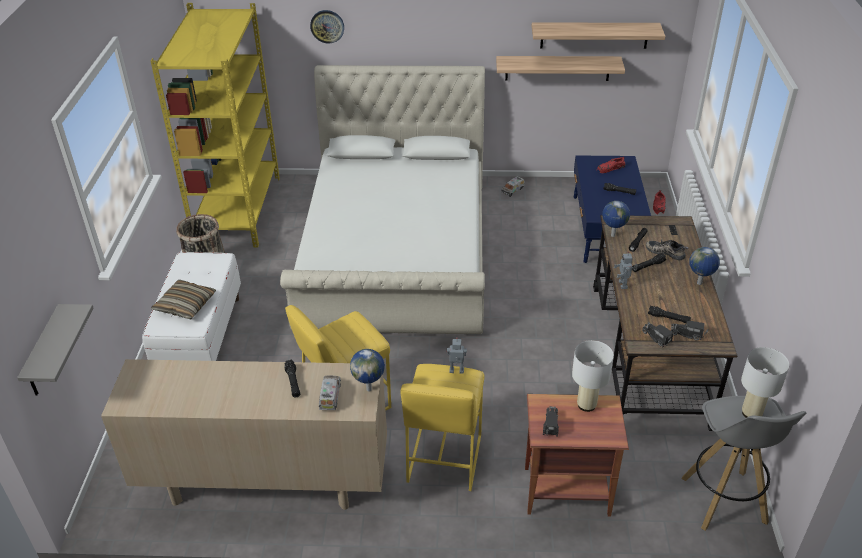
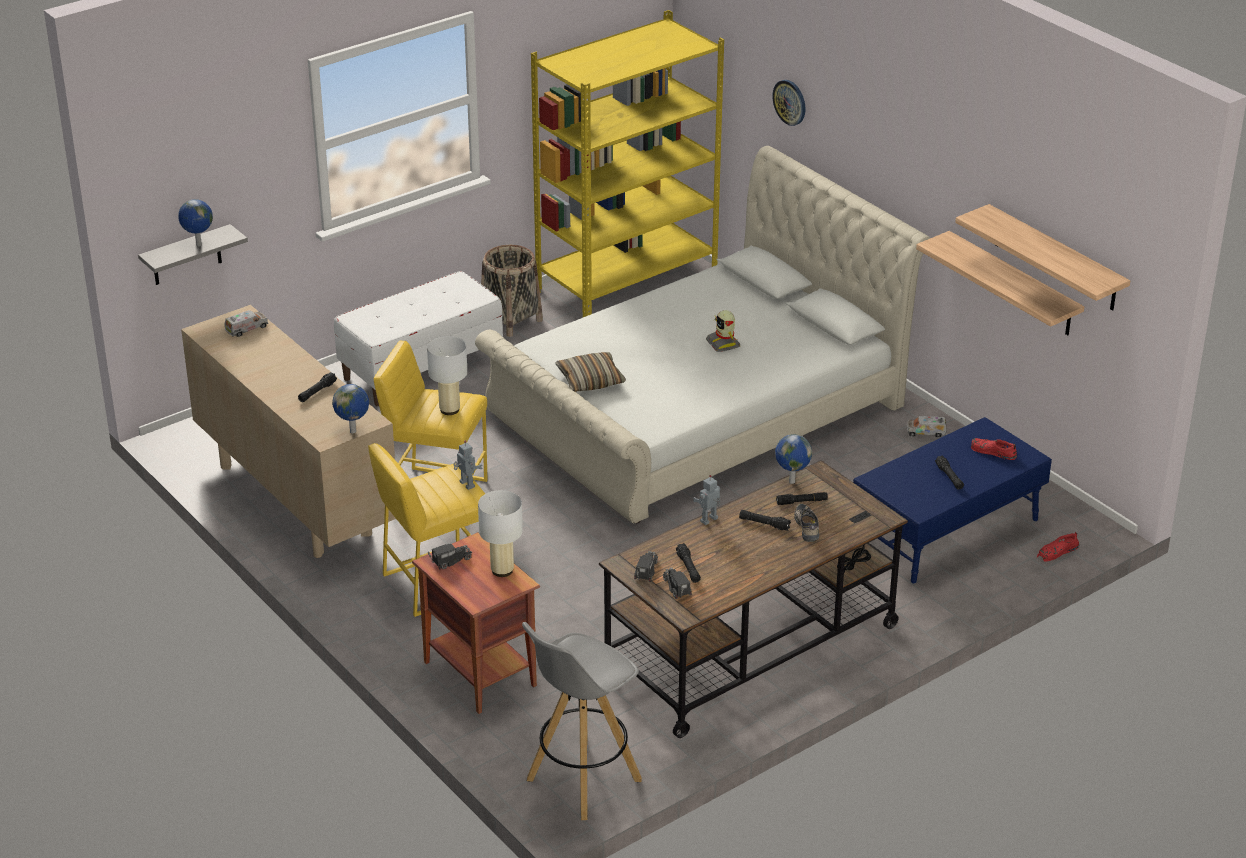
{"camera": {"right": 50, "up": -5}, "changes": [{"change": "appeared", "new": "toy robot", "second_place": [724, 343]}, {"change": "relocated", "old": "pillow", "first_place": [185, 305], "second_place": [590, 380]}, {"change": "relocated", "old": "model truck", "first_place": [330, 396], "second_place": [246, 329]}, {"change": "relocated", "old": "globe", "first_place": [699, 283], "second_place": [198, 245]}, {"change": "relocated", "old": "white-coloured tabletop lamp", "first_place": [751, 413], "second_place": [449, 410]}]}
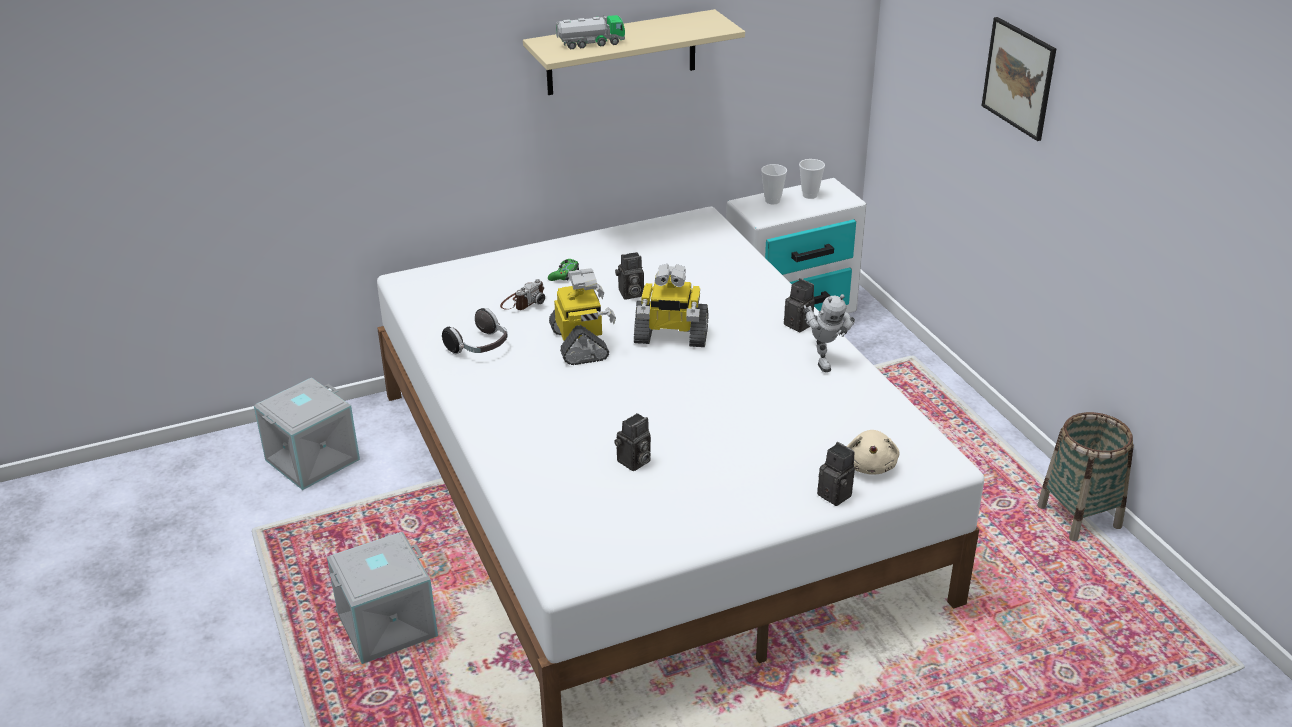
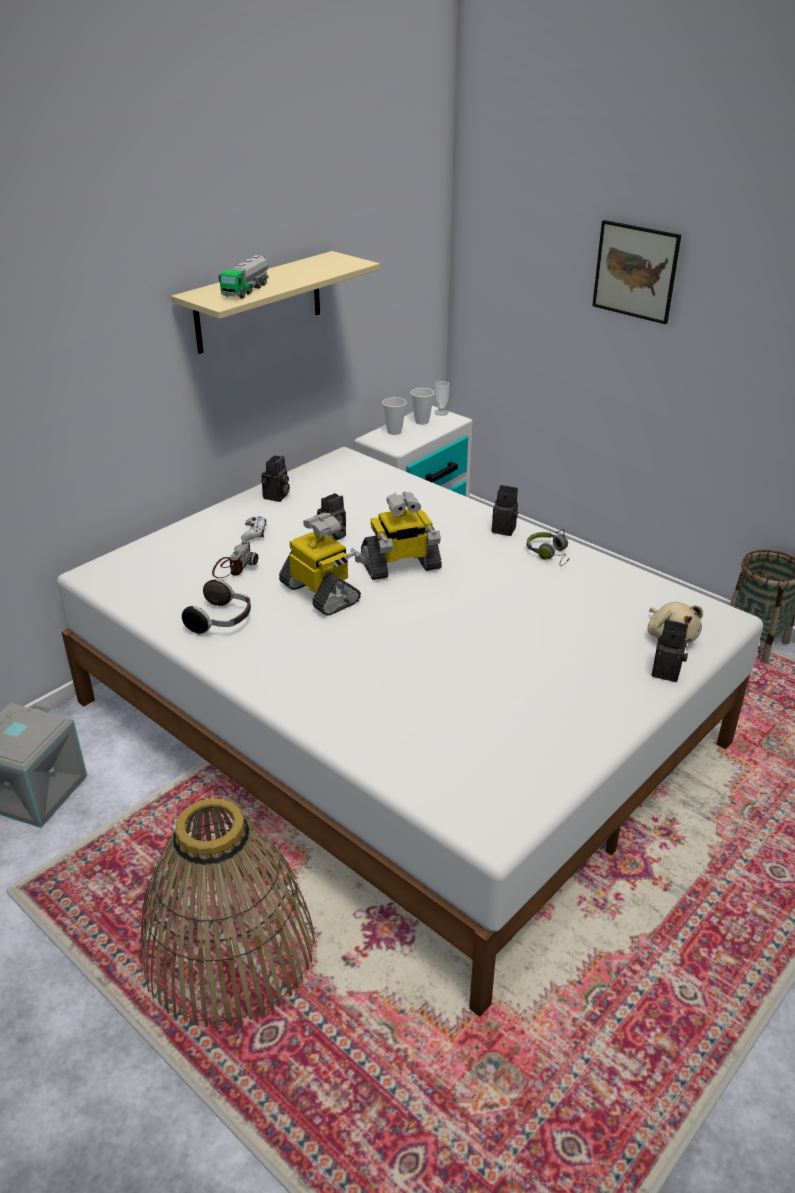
{"camera": {"right": -25, "up": 0}, "changes": [{"change": "appeared", "new": "small cup", "second_place": [441, 412]}, {"change": "relocated", "old": "photo camera", "first_place": [634, 462], "second_place": [276, 497]}, {"change": "exchanged", "old": "grey storage container", "new": "household basket", "first_place": [387, 627], "second_place": [229, 949]}, {"change": "exchanged", "old": "toy robot", "new": "grey headset", "first_place": [823, 359], "second_place": [550, 554]}, {"change": "colour", "old": "green game controller", "new": "white-coloured game controller", "first_place": [564, 274], "second_place": [254, 533]}, {"change": "spun", "old": "model truck", "first_place": [591, 44], "second_place": [246, 290], "degrees": 150}]}
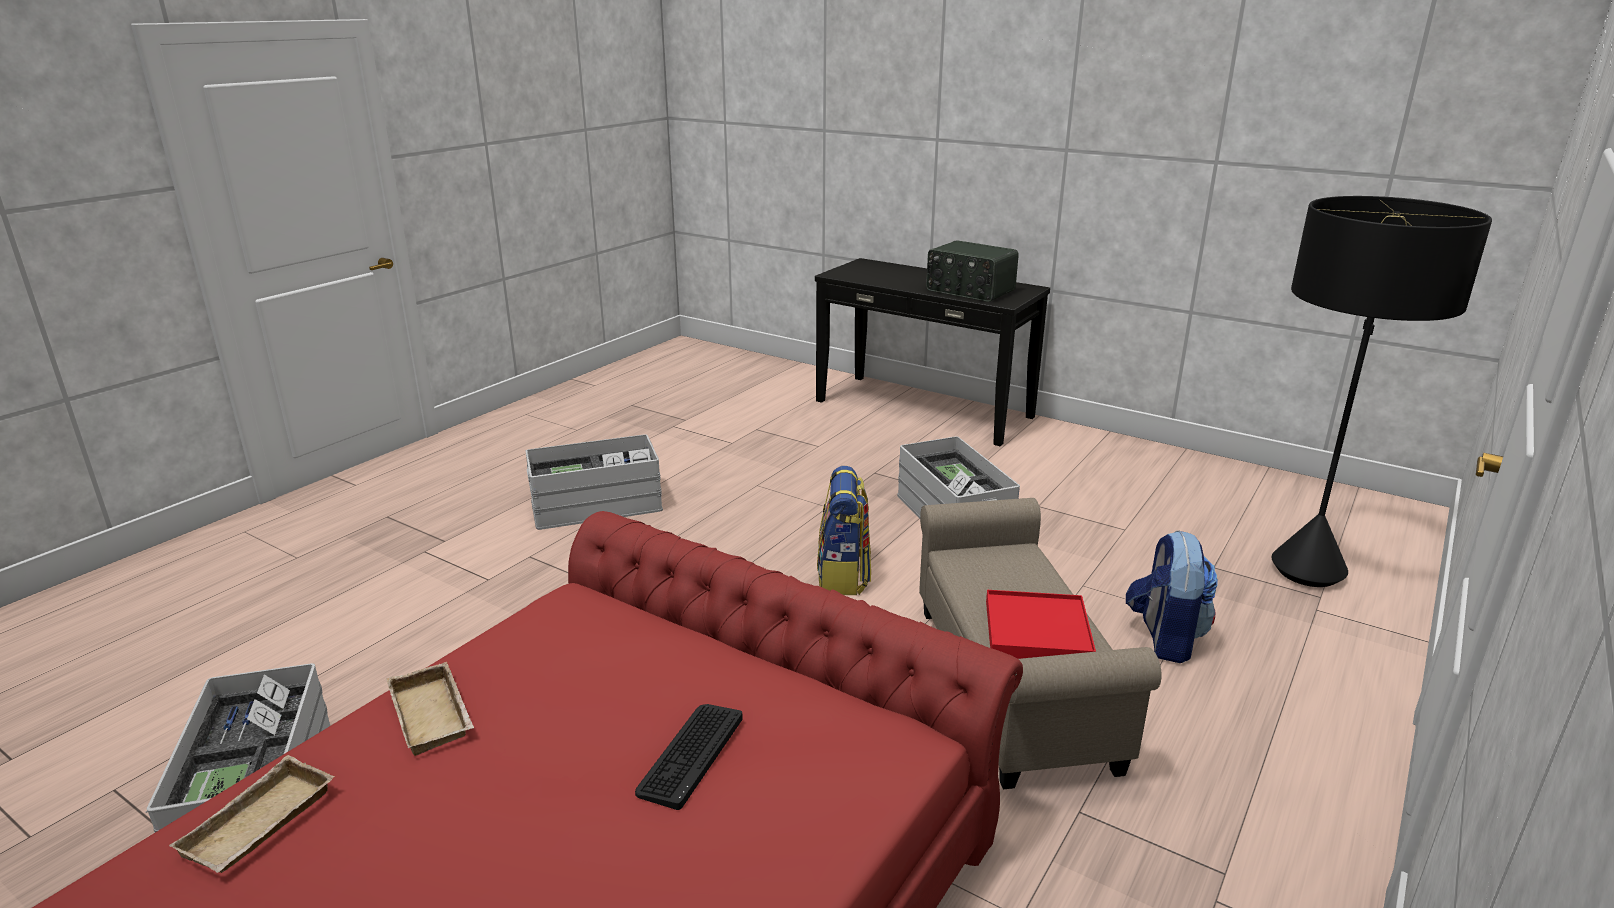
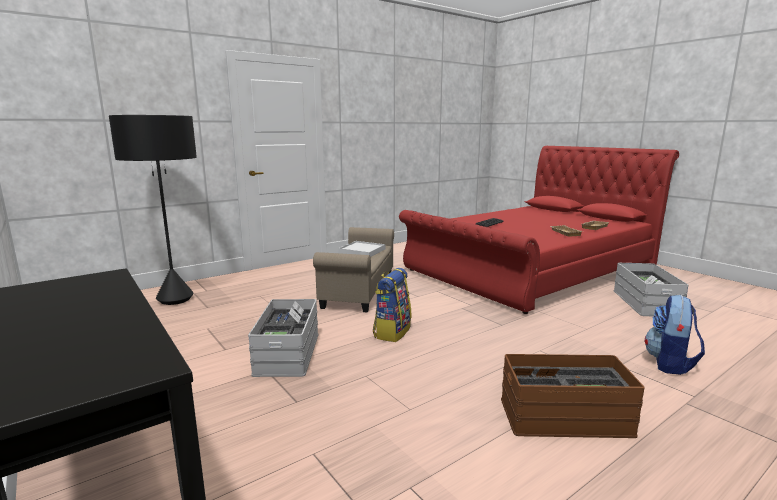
{"camera": {"right": -160, "up": -10}, "changes": [{"change": "missing", "old": "radio", "first_place": [969, 291]}, {"change": "relocated", "old": "backpack", "first_place": [1164, 638], "second_place": [670, 364]}, {"change": "colour", "old": "grey storage container", "new": "brown-coloured storage container", "first_place": [596, 504], "second_place": [564, 417]}, {"change": "colour", "old": "red-coloured serving tray", "new": "white-coloured serving tray", "first_place": [1037, 631], "second_place": [362, 251]}]}
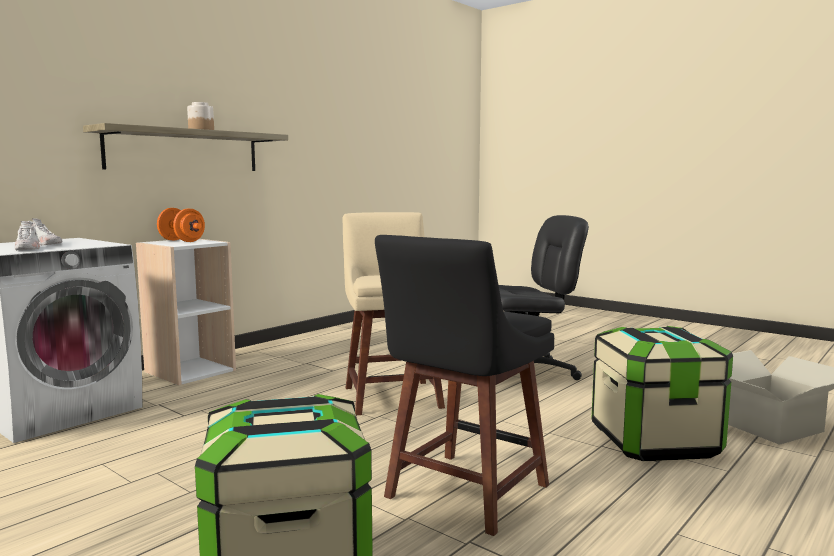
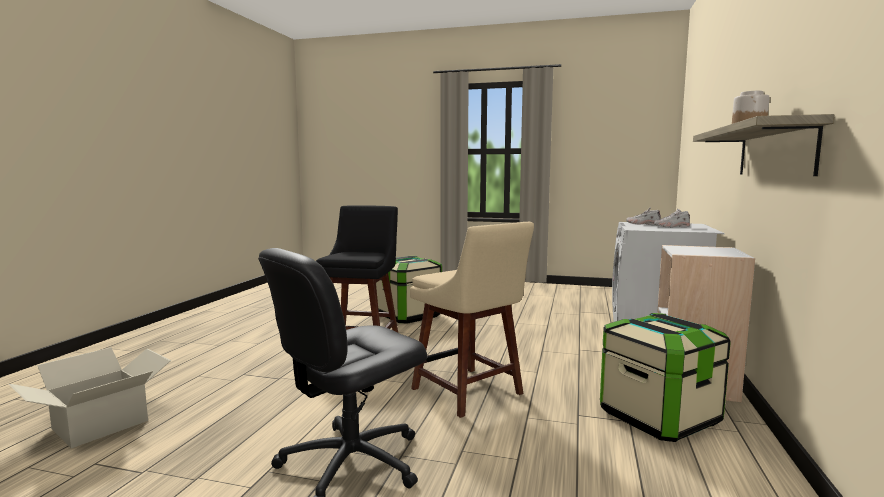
{"camera": {"right": 155, "up": 0}, "changes": [{"change": "missing", "old": "orange free weight", "first_place": [181, 241]}, {"change": "relocated", "old": "storage container", "first_place": [654, 441], "second_place": [658, 417]}]}
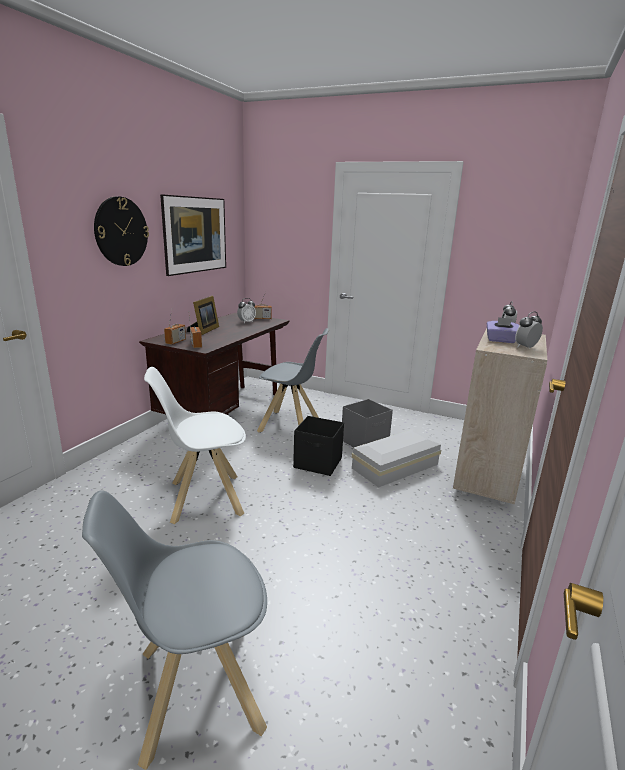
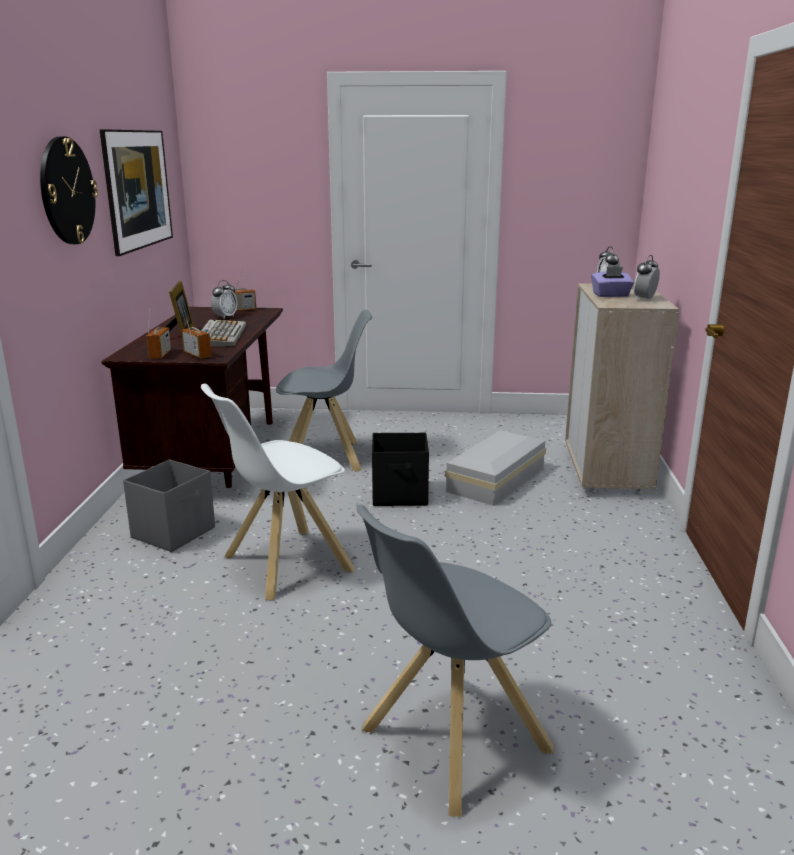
{"camera": {"right": -20, "up": 0}, "changes": [{"change": "appeared", "new": "keyboard", "second_place": [220, 335]}, {"change": "relocated", "old": "grey storage container", "first_place": [365, 442], "second_place": [175, 532]}]}
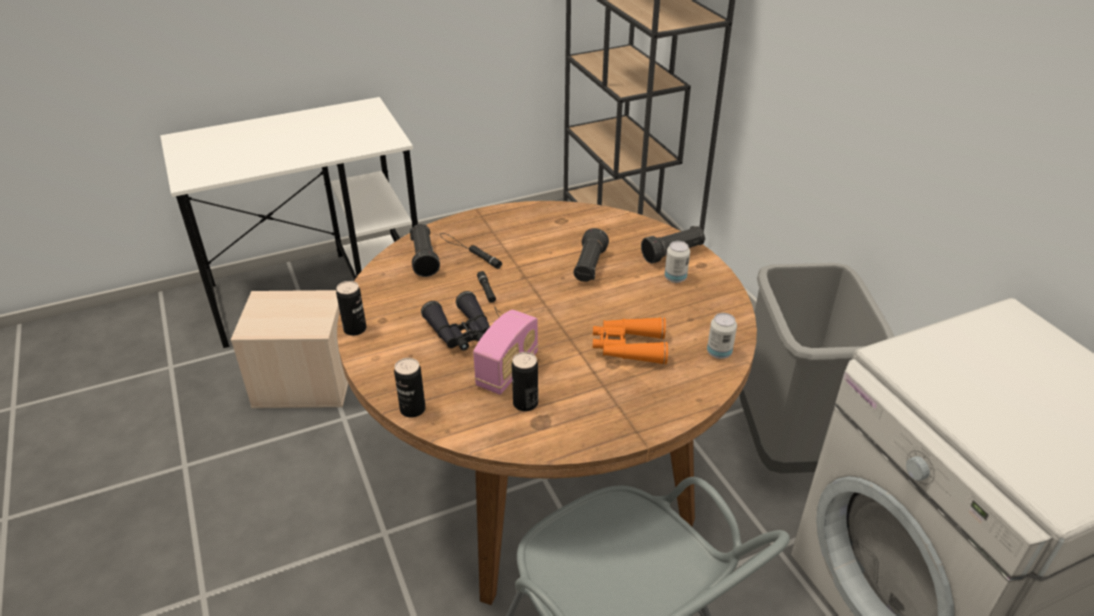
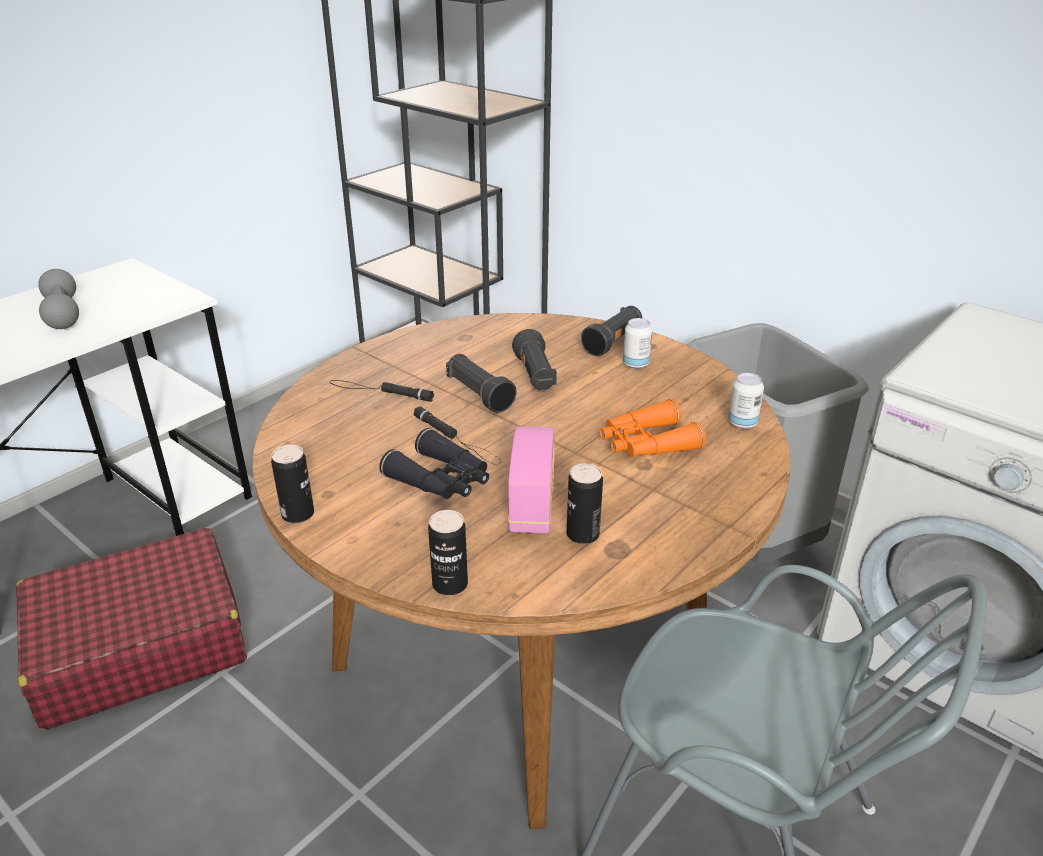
{"camera": {"right": -25, "up": -5}, "changes": [{"change": "appeared", "new": "grey free weight", "second_place": [63, 313]}, {"change": "relocated", "old": "blackish torch", "first_place": [424, 259], "second_place": [479, 395]}, {"change": "exchanged", "old": "sand-coloured storage container", "new": "red-coloured piece of luggage", "first_place": [303, 382], "second_place": [139, 646]}]}
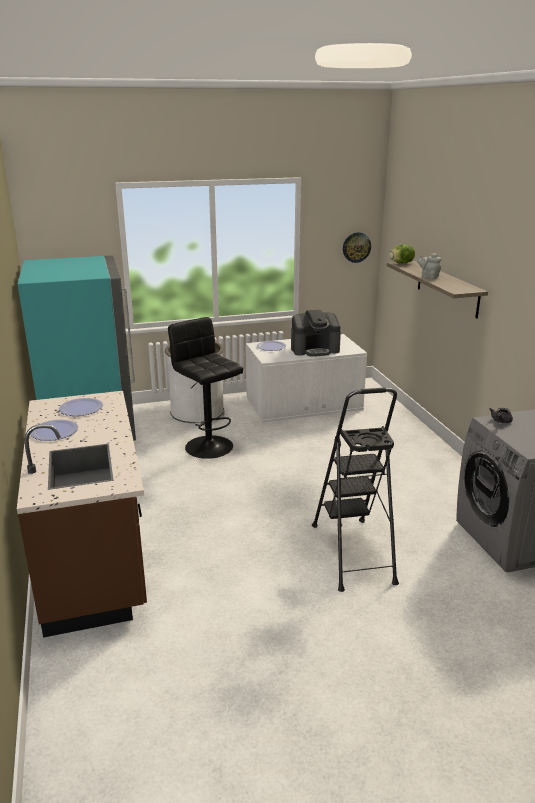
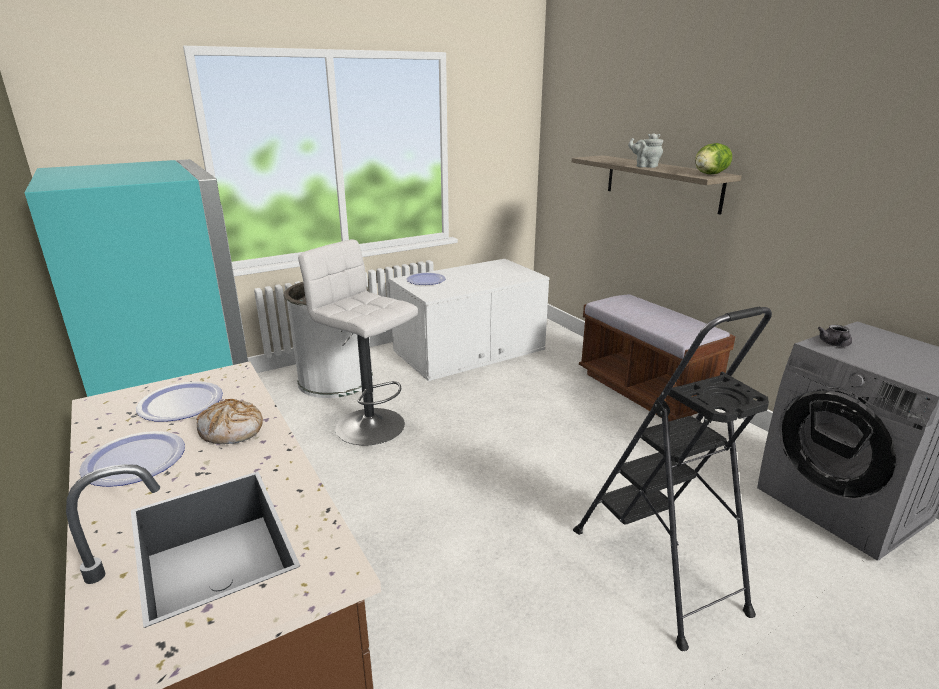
{"camera": {"right": -15, "up": 0}, "changes": [{"change": "missing", "old": "coffee brewer", "first_place": [315, 349]}, {"change": "missing", "old": "hanging clock", "first_place": [356, 247]}, {"change": "appeared", "new": "bread", "second_place": [232, 430]}, {"change": "appeared", "new": "brown-coloured bench", "second_place": [644, 390]}, {"change": "relocated", "old": "head of lettuce", "first_place": [401, 263], "second_place": [709, 174]}, {"change": "colour", "old": "blackish stool", "new": "white-coloured stool", "first_place": [209, 446], "second_place": [370, 426]}]}
